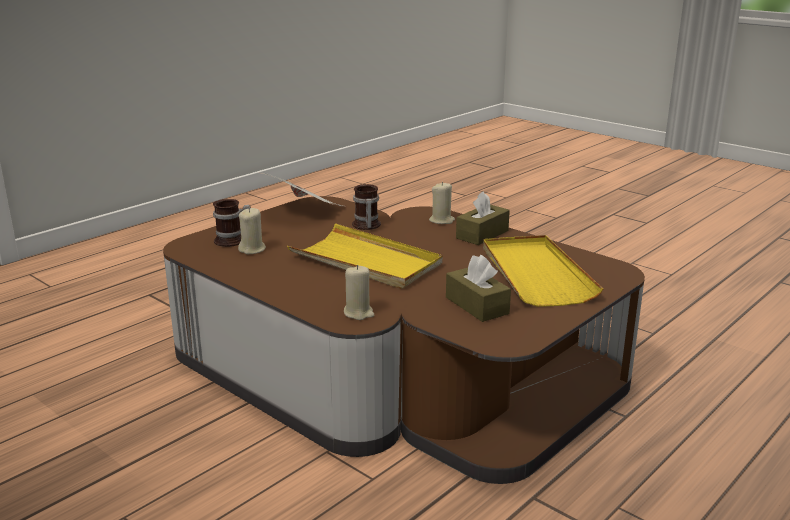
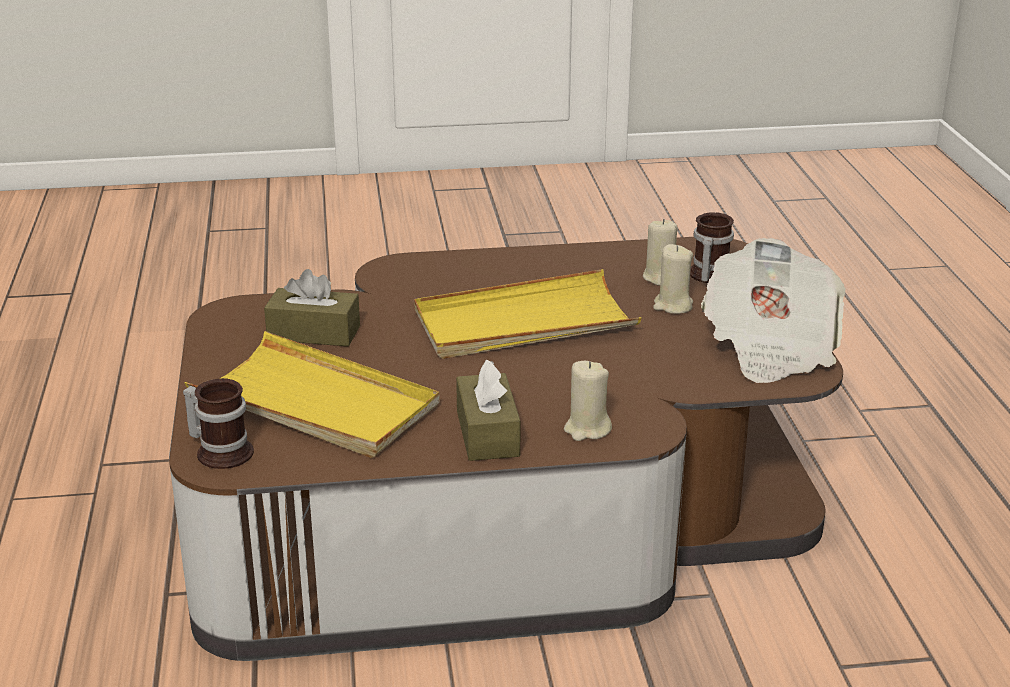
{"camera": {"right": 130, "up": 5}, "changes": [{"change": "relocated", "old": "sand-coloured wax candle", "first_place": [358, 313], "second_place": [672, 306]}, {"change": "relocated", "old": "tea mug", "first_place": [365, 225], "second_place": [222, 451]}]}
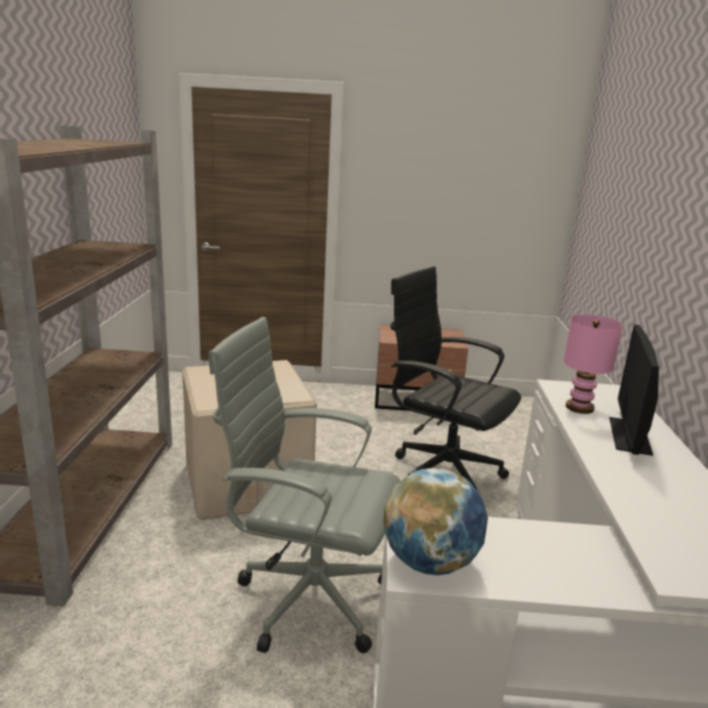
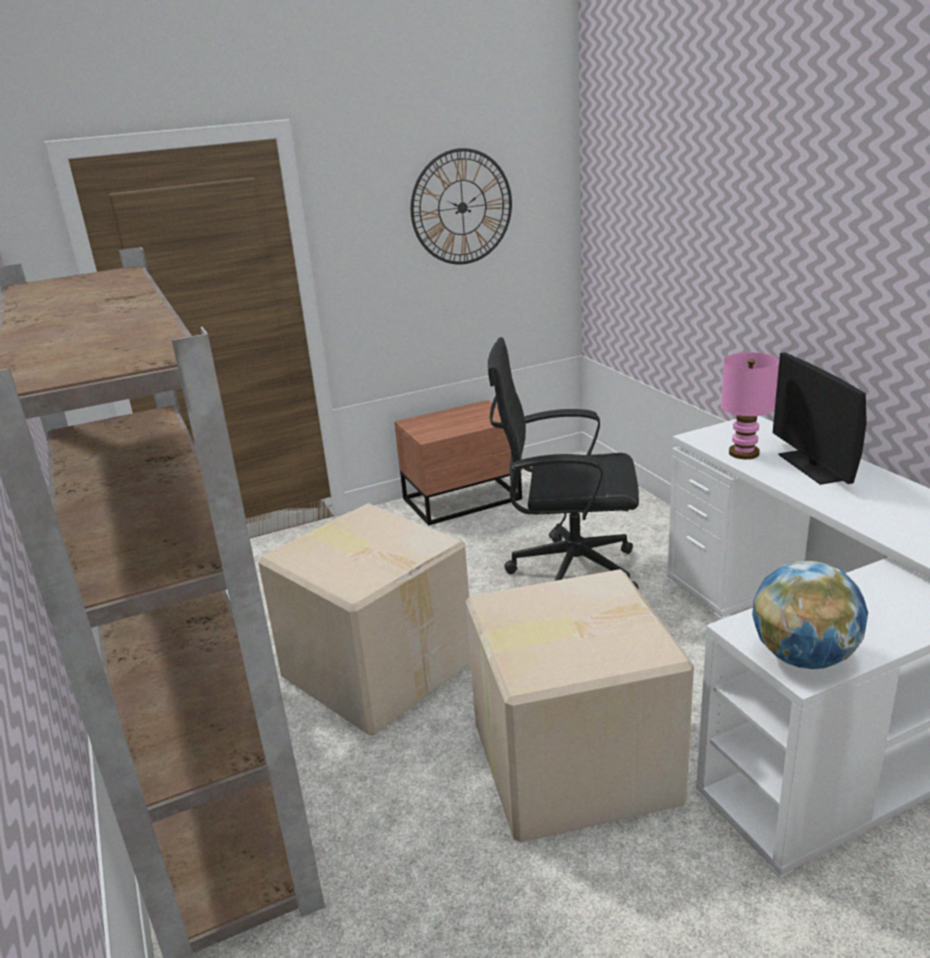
{"camera": {"right": -25, "up": 5}, "changes": [{"change": "appeared", "new": "hanging clock", "second_place": [462, 207]}, {"change": "exchanged", "old": "grey computer chair", "new": "packing box", "first_place": [305, 598], "second_place": [570, 762]}]}
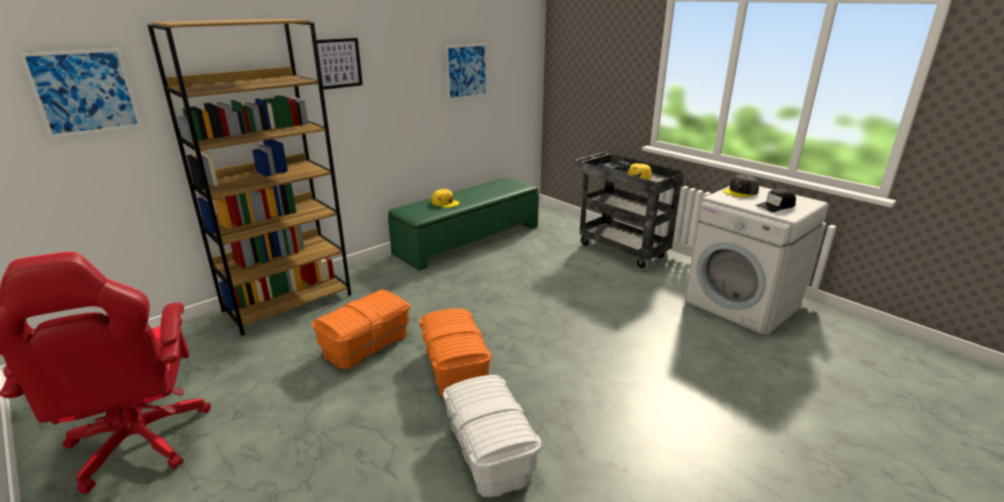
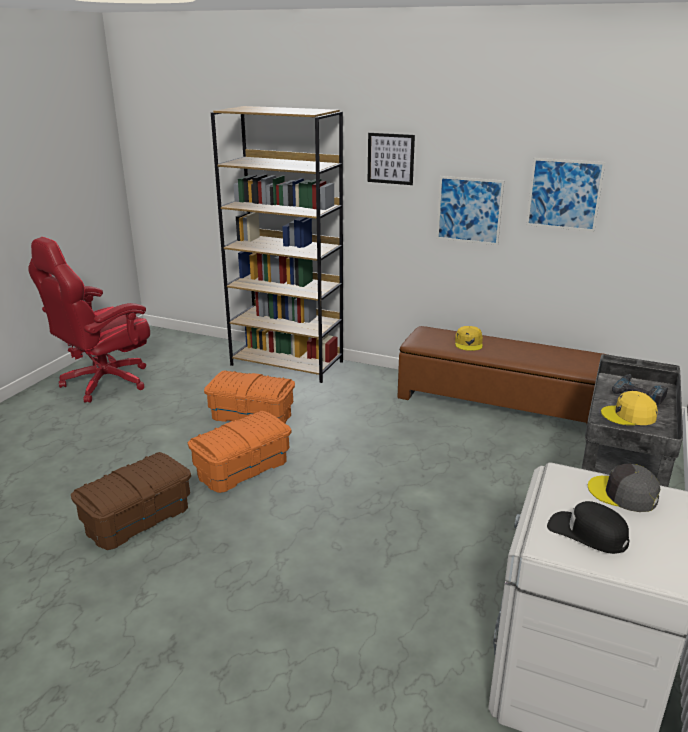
{"camera": {"right": 65, "up": 0}, "changes": [{"change": "relocated", "old": "picture", "first_place": [84, 92], "second_place": [469, 210]}, {"change": "colour", "old": "green bench", "new": "brown-coloured bench", "first_place": [468, 239], "second_place": [500, 403]}, {"change": "colour", "old": "white-coloured storage container", "new": "brown-coloured storage container", "first_place": [489, 452], "second_place": [137, 518]}]}
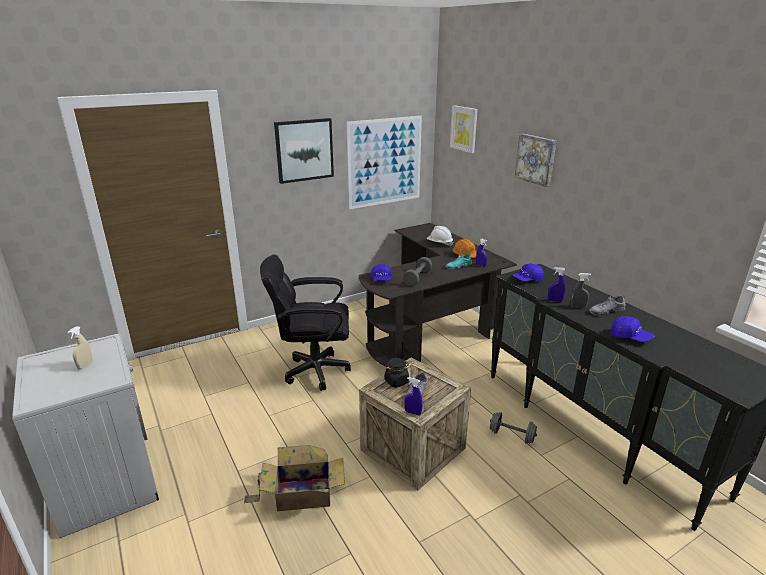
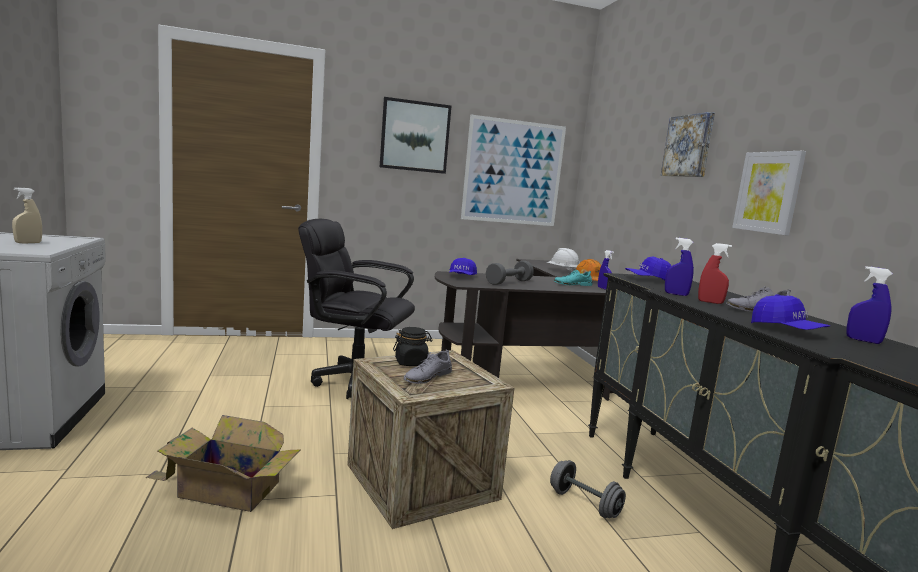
{"camera": {"right": 15, "up": -15}, "changes": [{"change": "relocated", "old": "blue-coloured spray bottle", "first_place": [413, 412], "second_place": [863, 340]}, {"change": "relocated", "old": "picture", "first_place": [464, 128], "second_place": [769, 192]}, {"change": "colour", "old": "grey spray bottle", "new": "red-coloured spray bottle", "first_place": [578, 307], "second_place": [710, 302]}]}
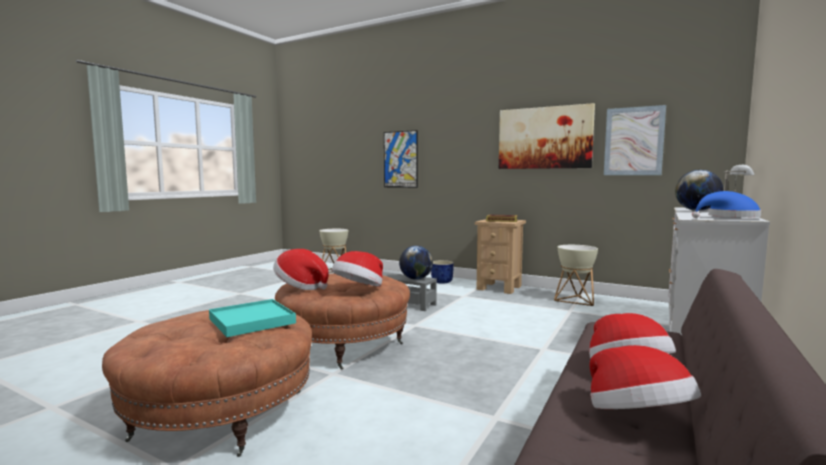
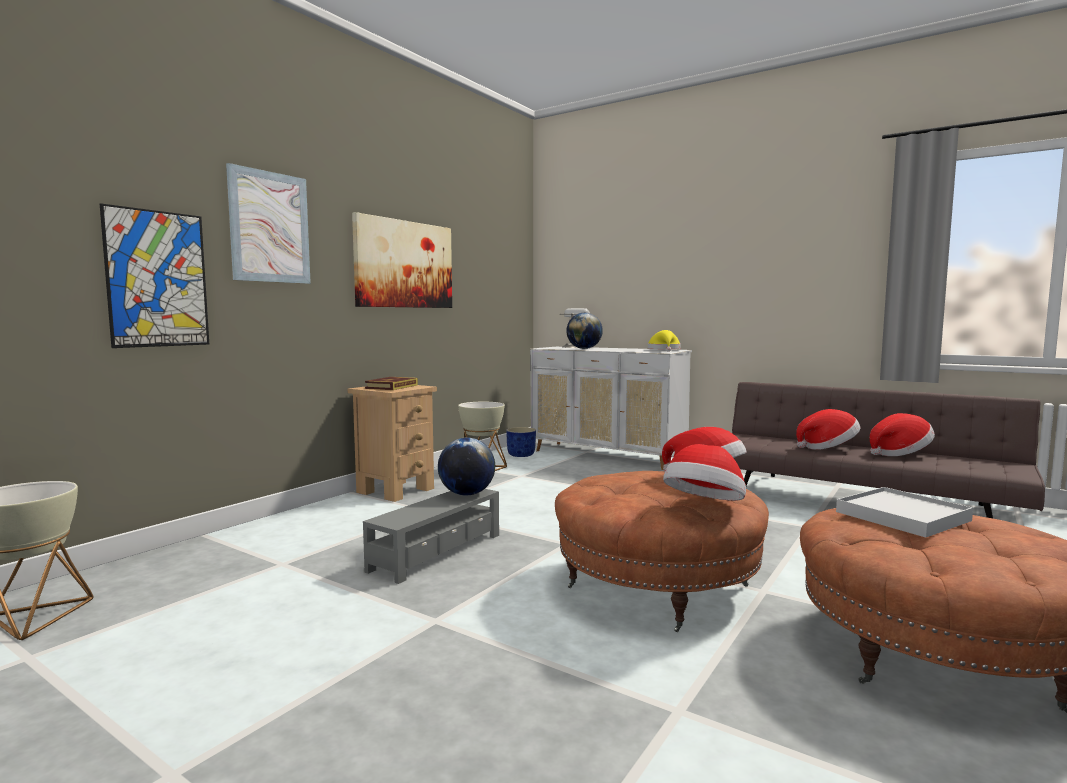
{"camera": {"right": -85, "up": 0}, "changes": [{"change": "relocated", "old": "blue-coloured planter", "first_place": [442, 282], "second_place": [521, 455]}, {"change": "relocated", "old": "picture", "first_place": [633, 141], "second_place": [270, 227]}, {"change": "colour", "old": "blue-green serving tray", "new": "white-coloured serving tray", "first_place": [251, 321], "second_place": [902, 516]}, {"change": "colour", "old": "blue-coloured clothing hat", "new": "yellow-coloured clothing hat", "first_place": [729, 217], "second_place": [664, 350]}]}
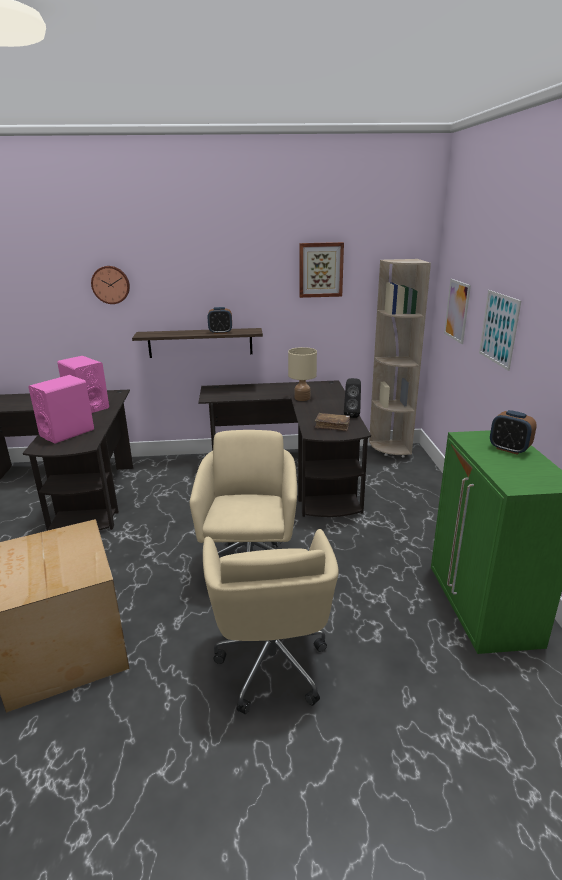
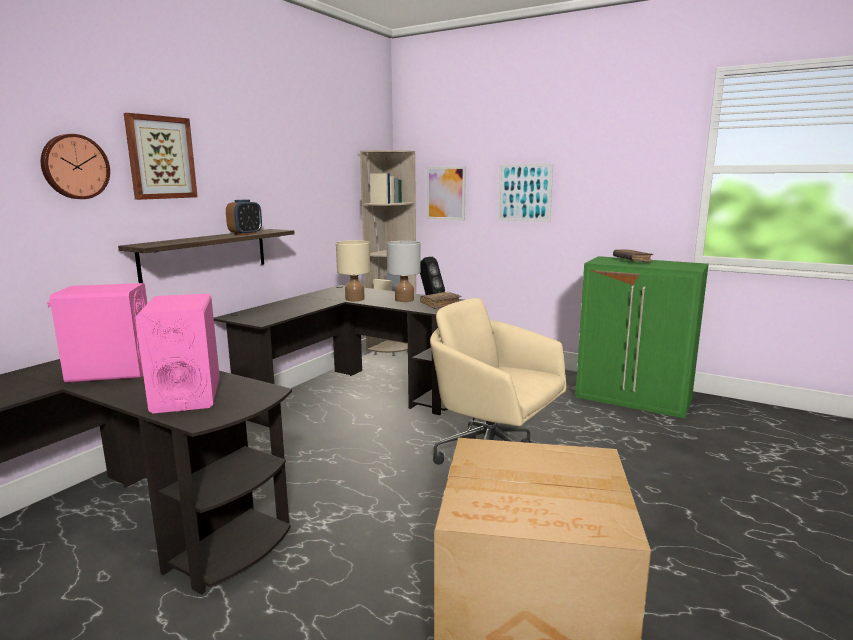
{"camera": {"right": -55, "up": -10}, "changes": [{"change": "missing", "old": "sand-coloured computer chair", "first_place": [271, 662]}, {"change": "appeared", "new": "grey tabletop lamp", "second_place": [404, 300]}, {"change": "relocated", "old": "picture", "first_place": [320, 270], "second_place": [160, 157]}, {"change": "exchanged", "old": "bedside clock", "new": "brown-coloured volume", "first_place": [509, 449], "second_place": [632, 261]}]}
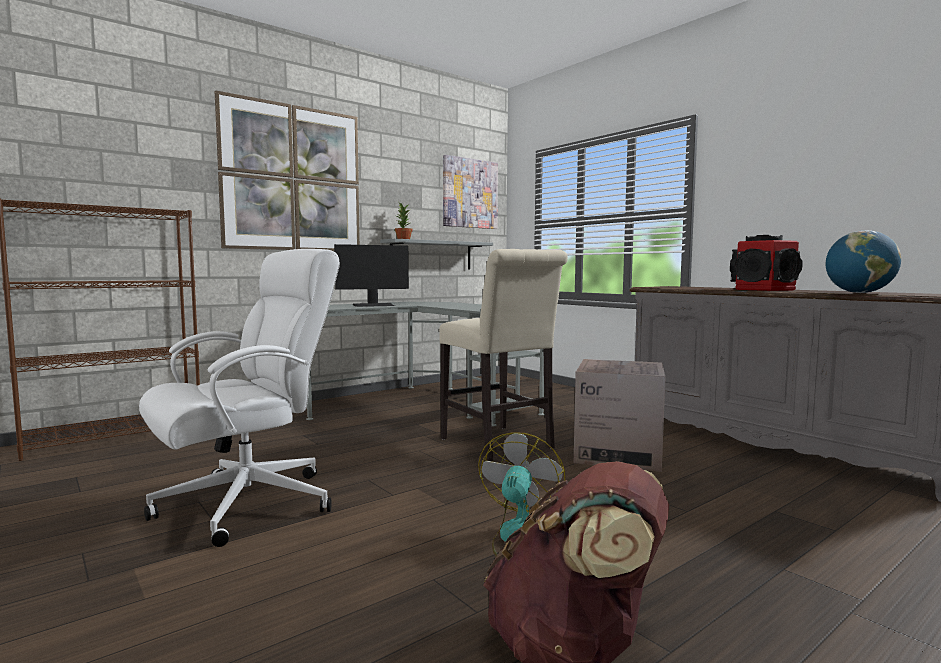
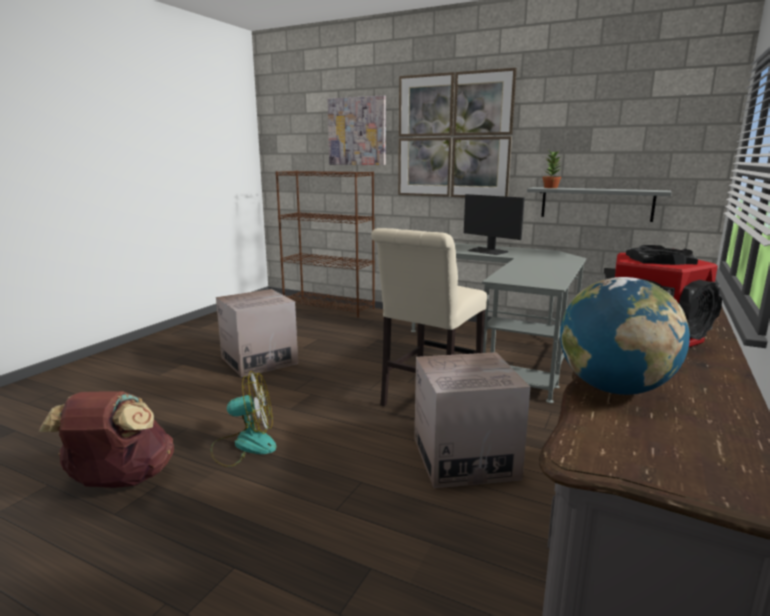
{"camera": {"right": 65, "up": 10}, "changes": [{"change": "relocated", "old": "picture", "first_place": [470, 193], "second_place": [357, 131]}, {"change": "exchanged", "old": "white-coloured computer chair", "new": "packing box", "first_place": [246, 504], "second_place": [259, 361]}]}
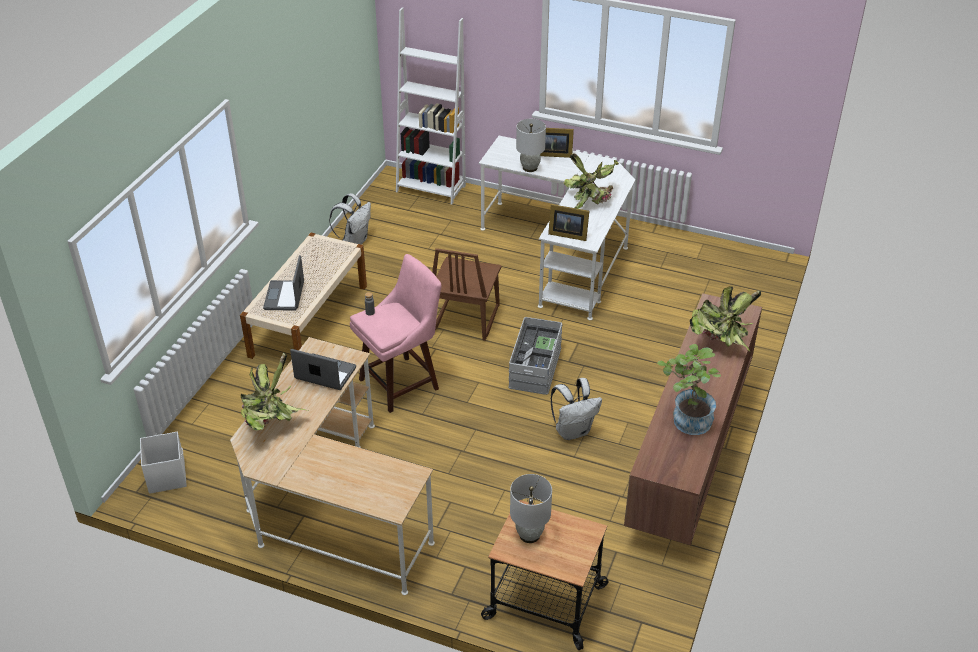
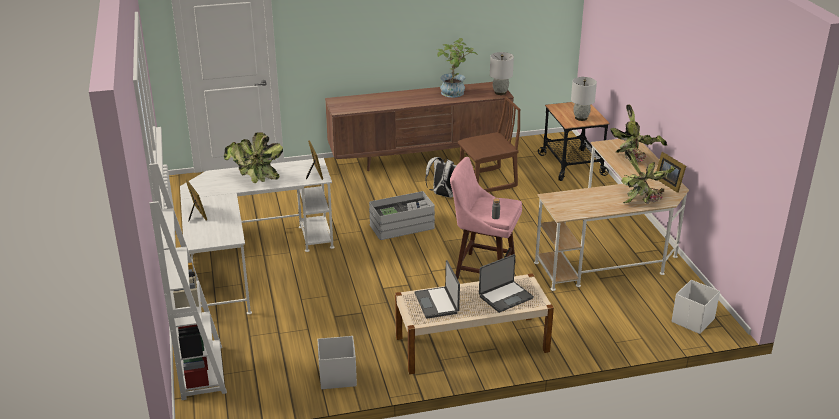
{"camera": {"right": -125, "up": -10}, "changes": [{"change": "appeared", "new": "photo frame", "second_place": [668, 183]}, {"change": "relocated", "old": "portable computer", "first_place": [325, 374], "second_place": [437, 303]}, {"change": "relocated", "old": "brown-coloured chair", "first_place": [465, 319], "second_place": [488, 181]}, {"change": "relocated", "old": "white-coloured tabletop lamp", "first_place": [530, 168], "second_place": [500, 92]}, {"change": "relocated", "old": "houseplant", "first_place": [720, 343], "second_place": [637, 158]}, {"change": "exchanged", "old": "white-coloured backpack", "new": "white-coloured storage container", "first_place": [354, 241], "second_place": [337, 377]}]}
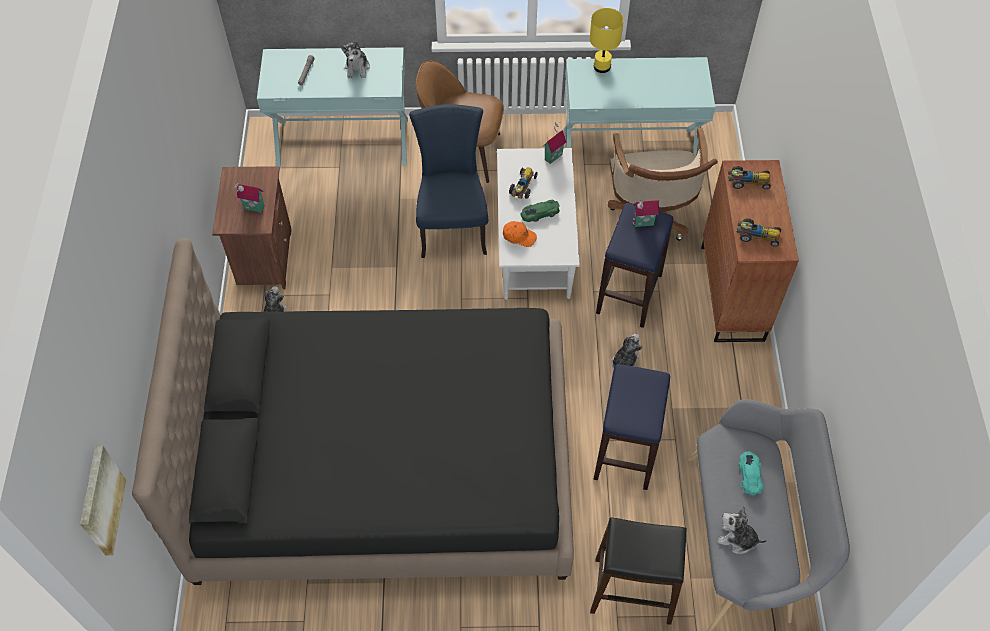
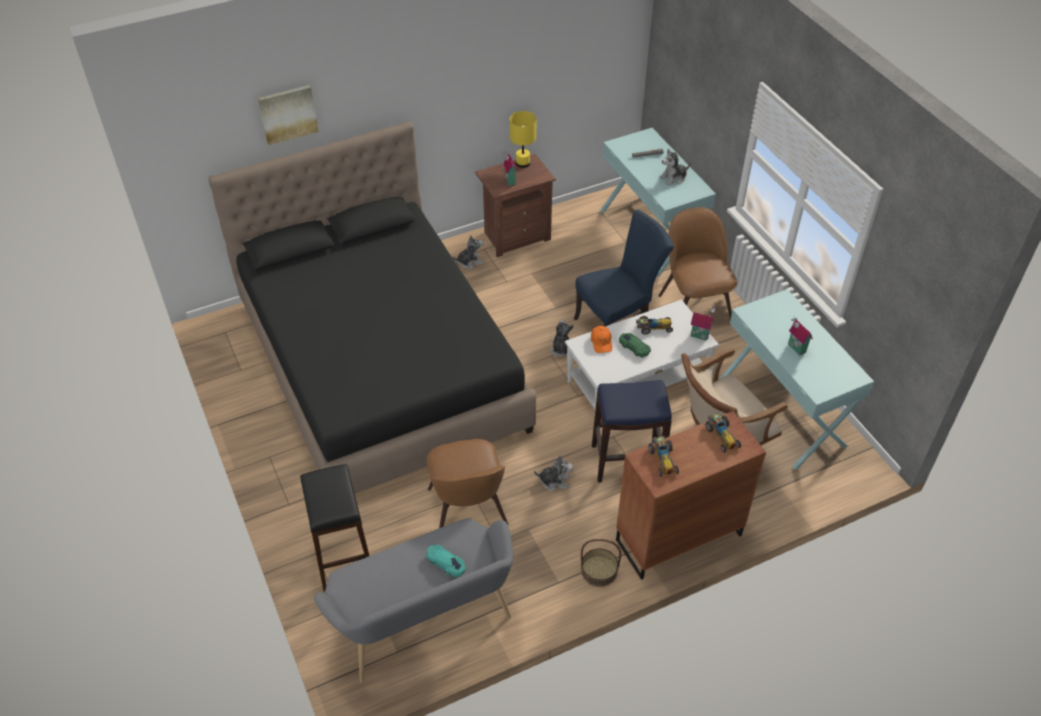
{"camera": {"right": 65, "up": -10}, "changes": [{"change": "appeared", "new": "household basket", "second_place": [599, 570]}, {"change": "relocated", "old": "picture", "first_place": [100, 501], "second_place": [288, 114]}, {"change": "relocated", "old": "yellow-coloured tabletop lamp", "first_place": [602, 67], "second_place": [522, 163]}, {"change": "relocated", "old": "model house", "first_place": [643, 224], "second_place": [795, 349]}, {"change": "relocated", "old": "soft toy", "first_place": [737, 539], "second_place": [561, 349]}, {"change": "exchanged", "old": "stool", "new": "brown-coloured chair", "first_place": [626, 452], "second_place": [468, 510]}, {"change": "spun", "old": "blue-green toy car", "first_place": [750, 474], "second_place": [446, 563], "degrees": 60}]}
